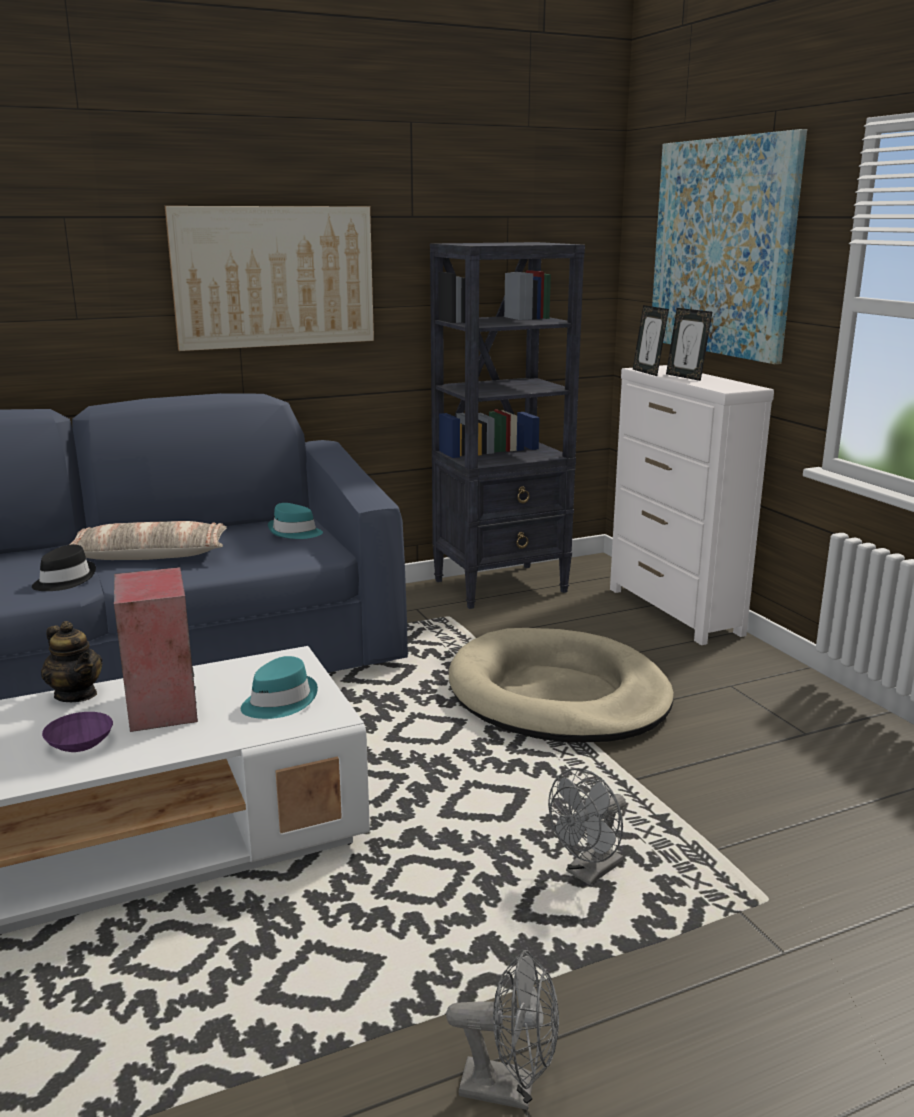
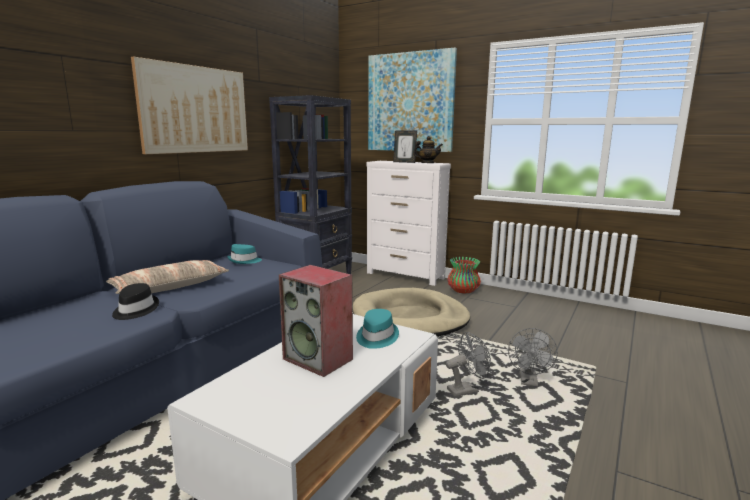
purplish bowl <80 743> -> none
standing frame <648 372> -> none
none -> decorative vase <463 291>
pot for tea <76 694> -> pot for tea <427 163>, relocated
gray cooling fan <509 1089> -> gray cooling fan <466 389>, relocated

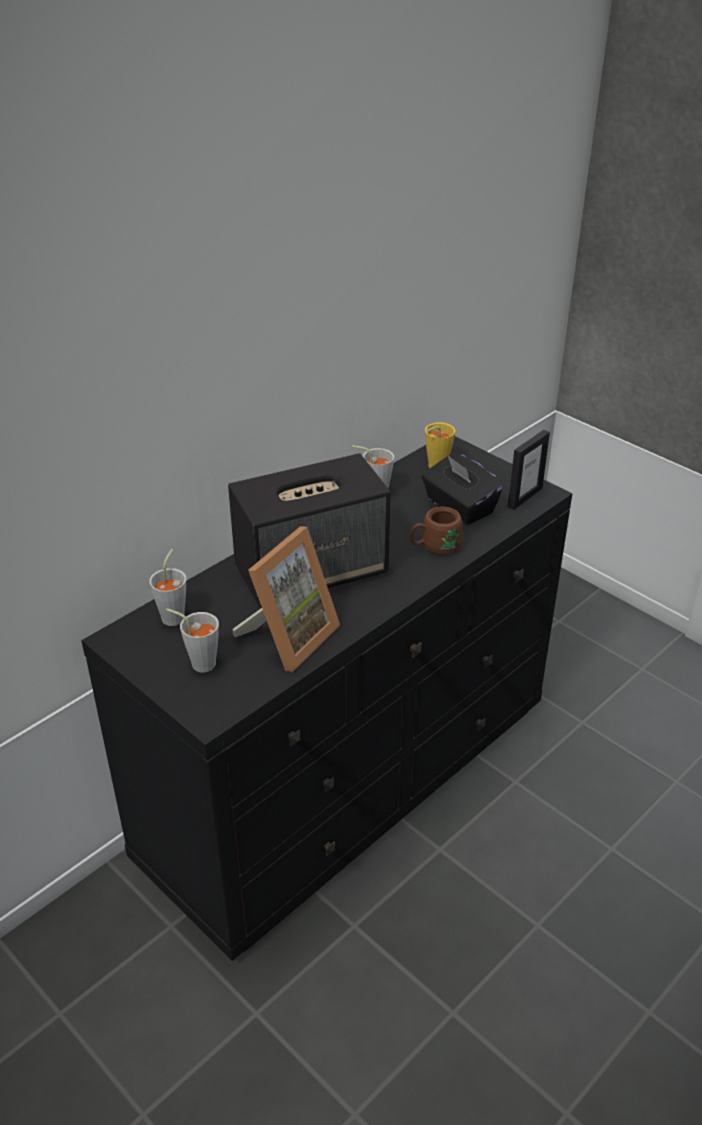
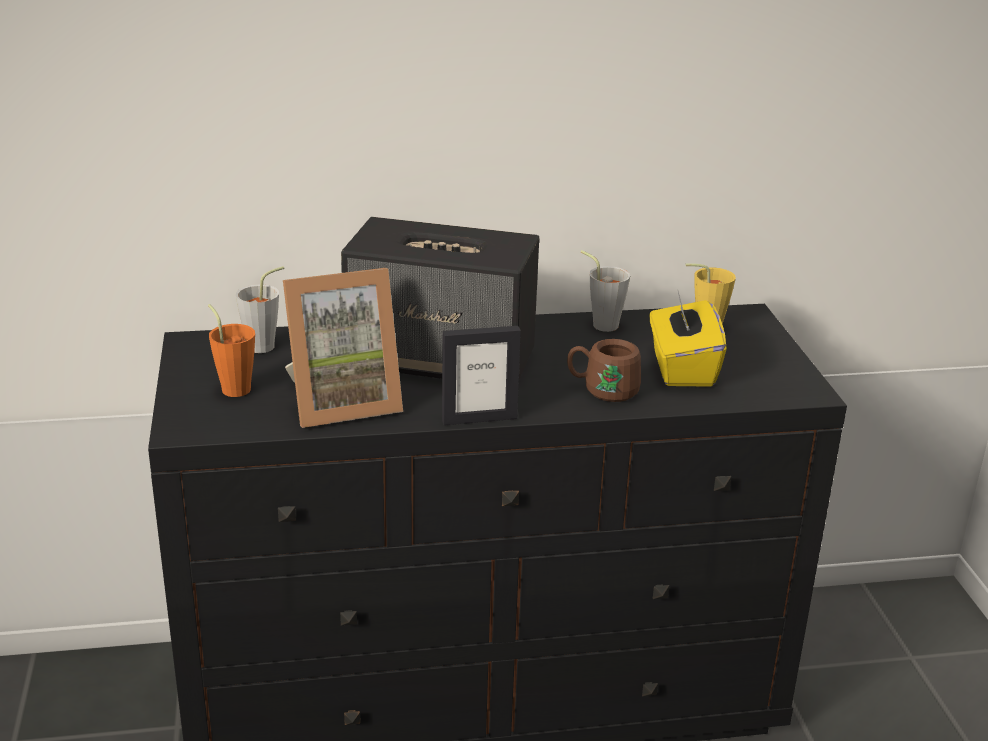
standing frame <524 497> -> standing frame <479 419>, relocated
gray cup <198 662> -> orangey cup <233 387>
blackish box of tissues <459 507> -> yellow-coloured box of tissues <681 368>

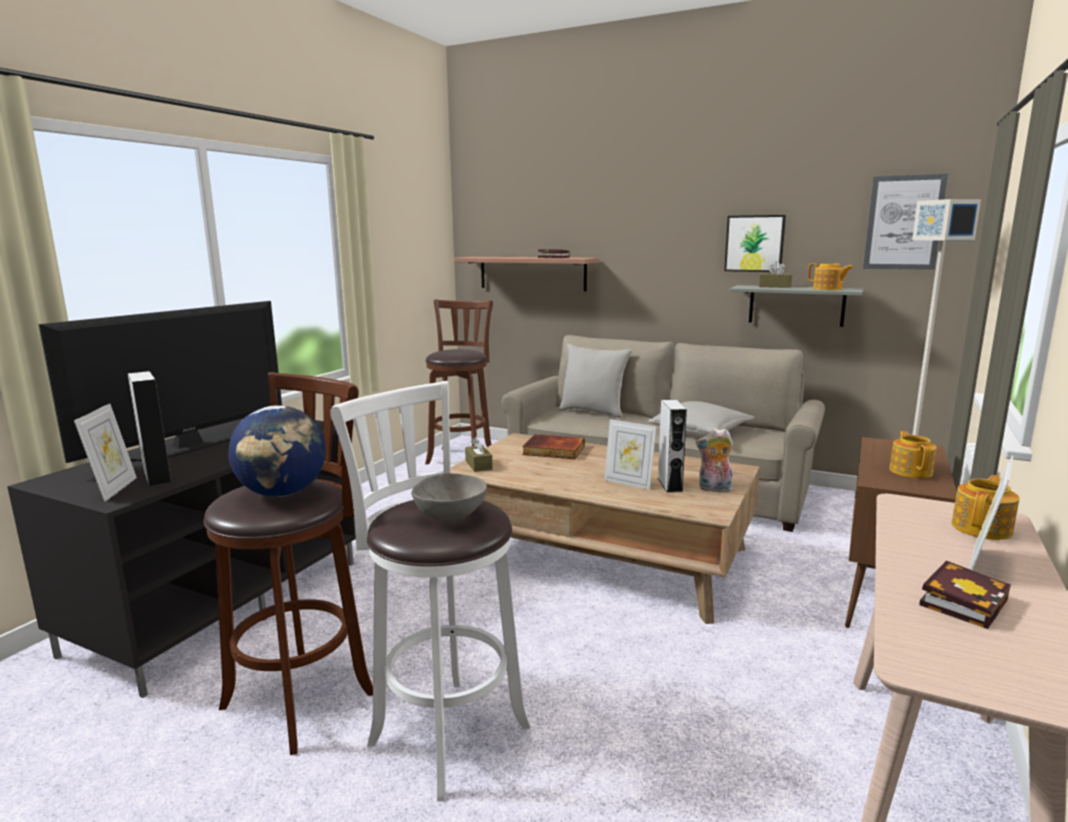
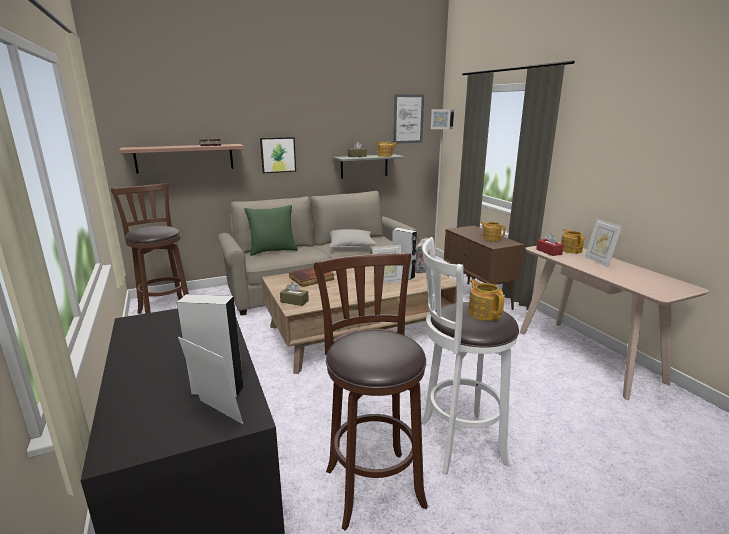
TV set <188 446> -> none
desk globe <283 493> -> none
bound book <962 600> -> none
none -> red box of tissues <549 252>
wall art <754 243> -> wall art <278 155>, relocated
gray bowl <450 517> -> pot for tea <484 313>
gray pillow <593 412> -> green-coloured pillow <273 251>

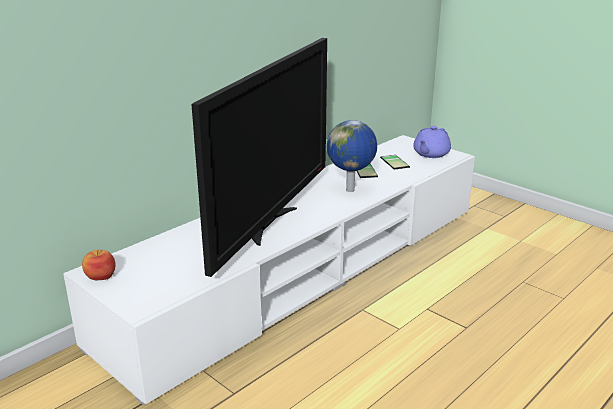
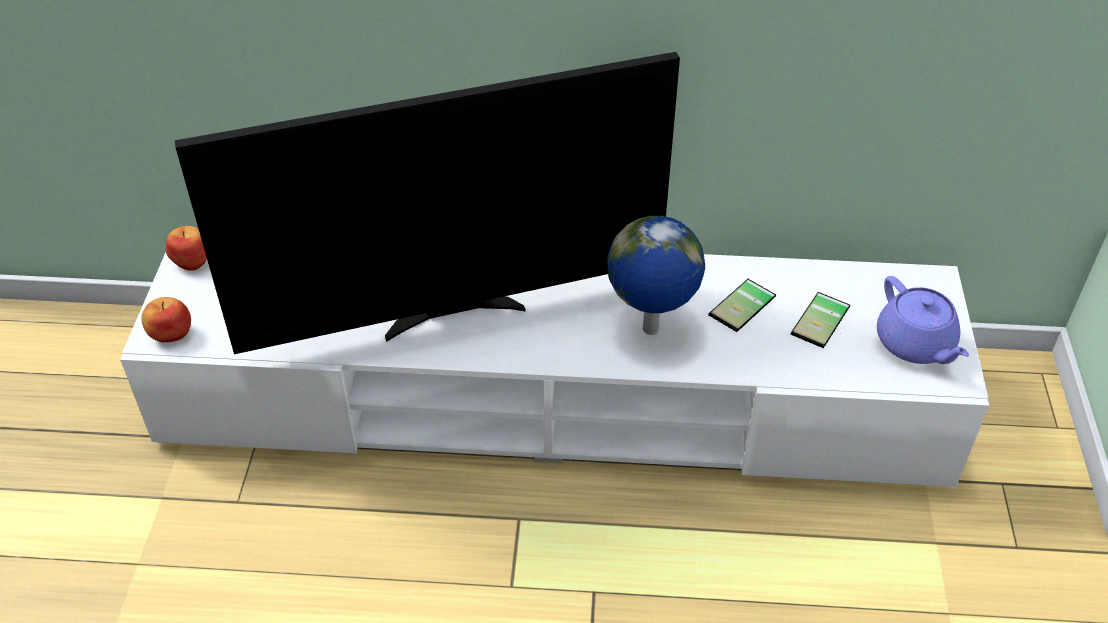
none -> apple <171 333>
purplish pot for tea <430 154> -> purplish pot for tea <915 344>, 105 degrees counterclockwise

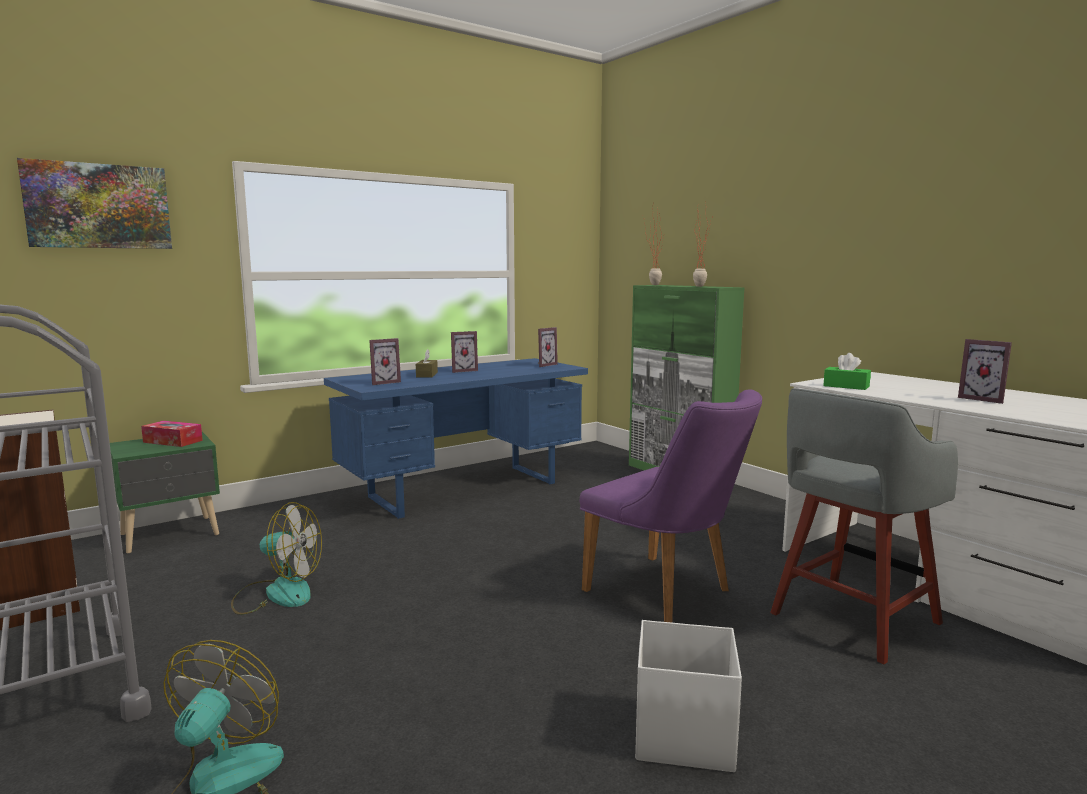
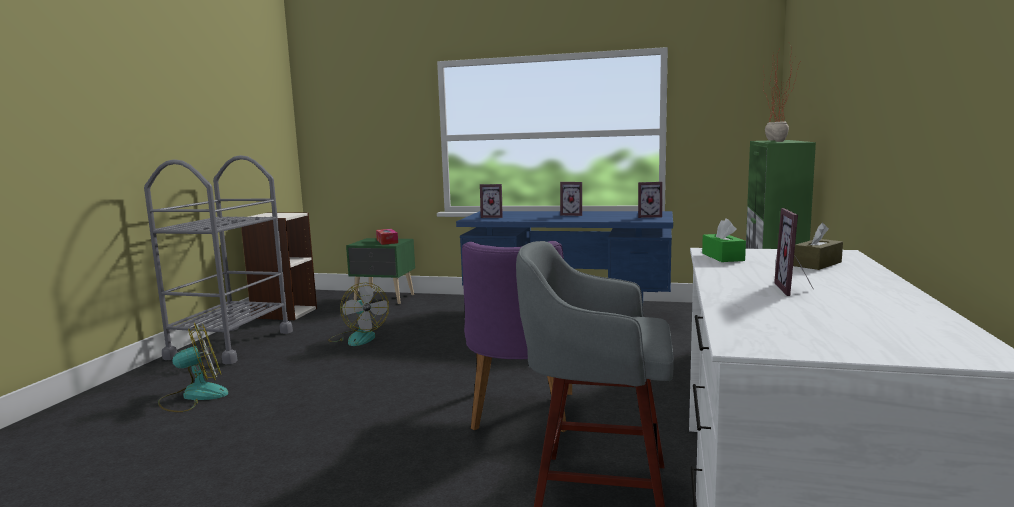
wall art <98 206> -> none
whitish storage box <682 735> -> none
brown-coloured box of tissues <427 375> -> brown-coloured box of tissues <817 264>, relocated

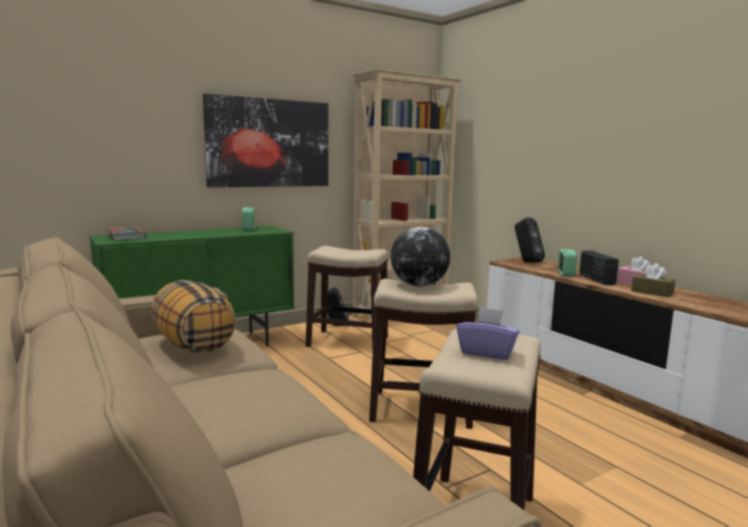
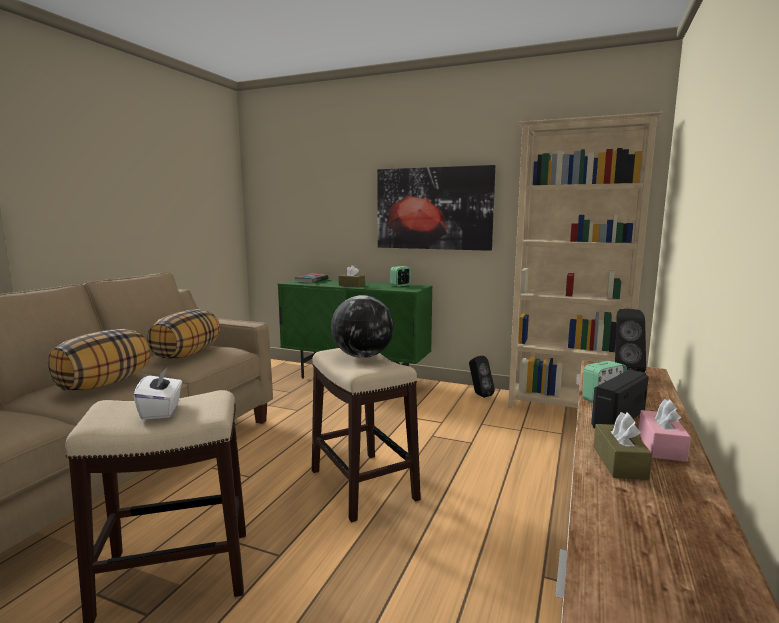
sitting stool <348 341> -> none
none -> pillow <104 384>
none -> brown-coloured box of tissues <351 285>
purplish box of tissues <487 352> -> whitish box of tissues <161 410>

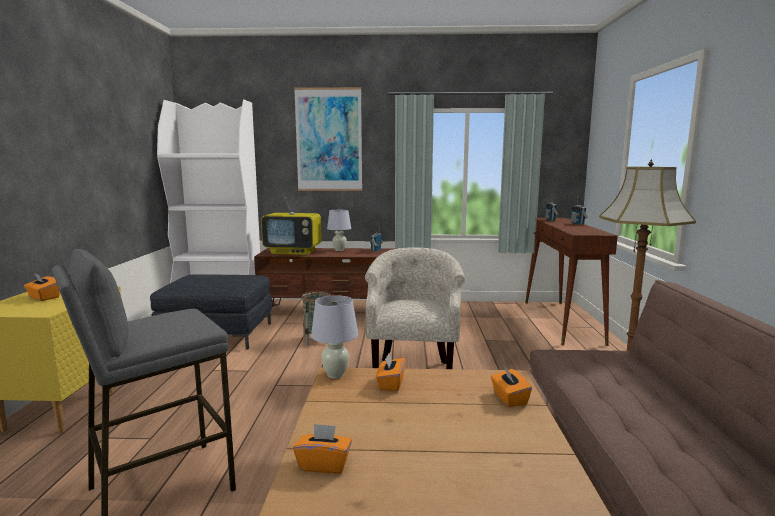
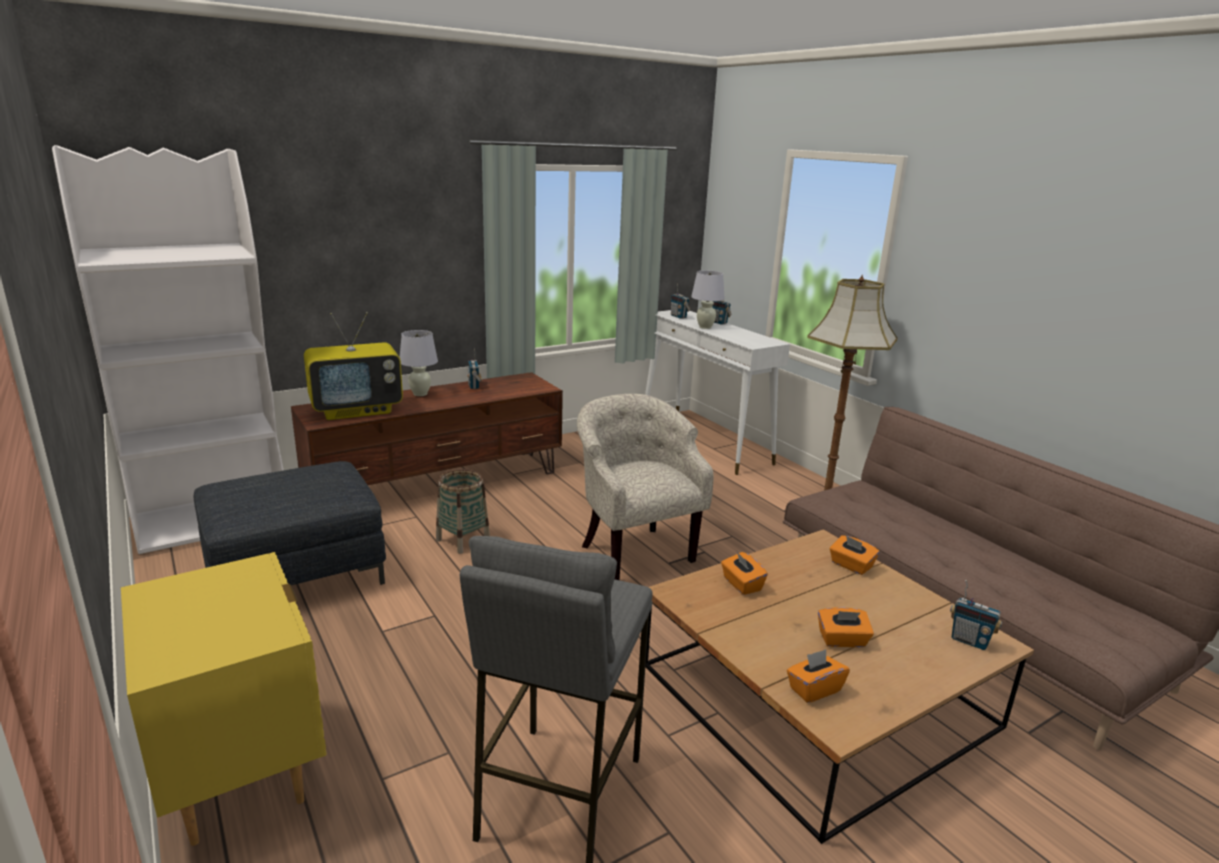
wall art <329 140> -> none
none -> radio receiver <969 641>
orangey box of tissues <43 297> -> orangey box of tissues <842 640>, relocated
whitish table lamp <336 374> -> whitish table lamp <705 327>, relocated
brown-coloured console table <561 321> -> whitish console table <704 442>

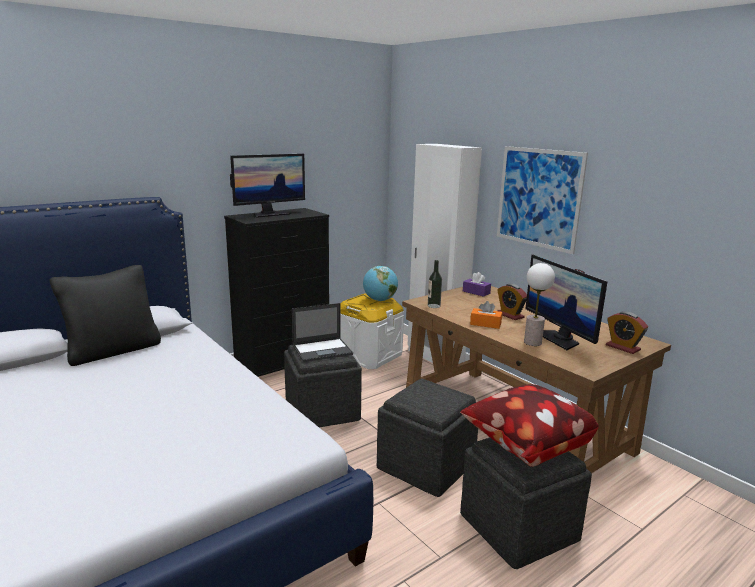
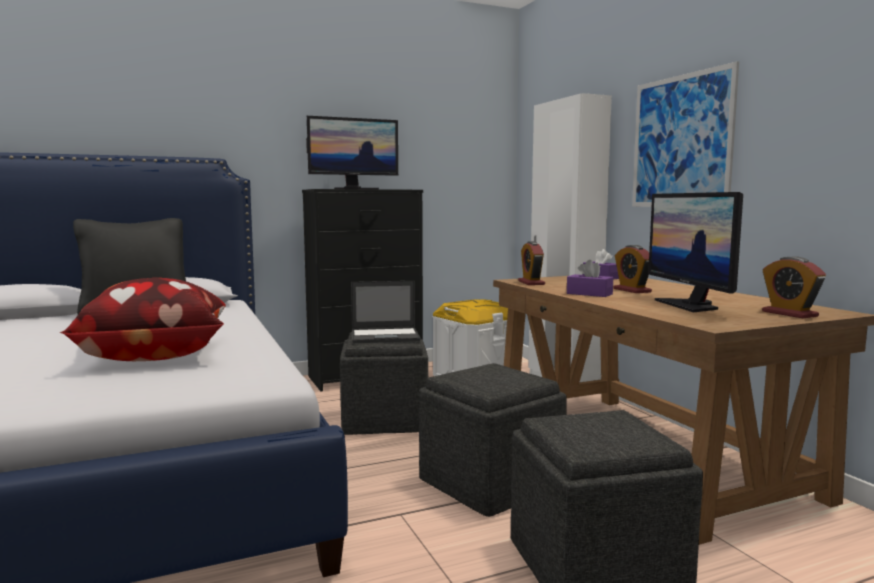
desk globe <380 300> -> none
table lamp <532 342> -> none
pillow <525 446> -> pillow <154 356>, relocated
drink bottle <433 306> -> bedside clock <531 283>
orangey box of tissues <485 324> -> purplish box of tissues <589 294>

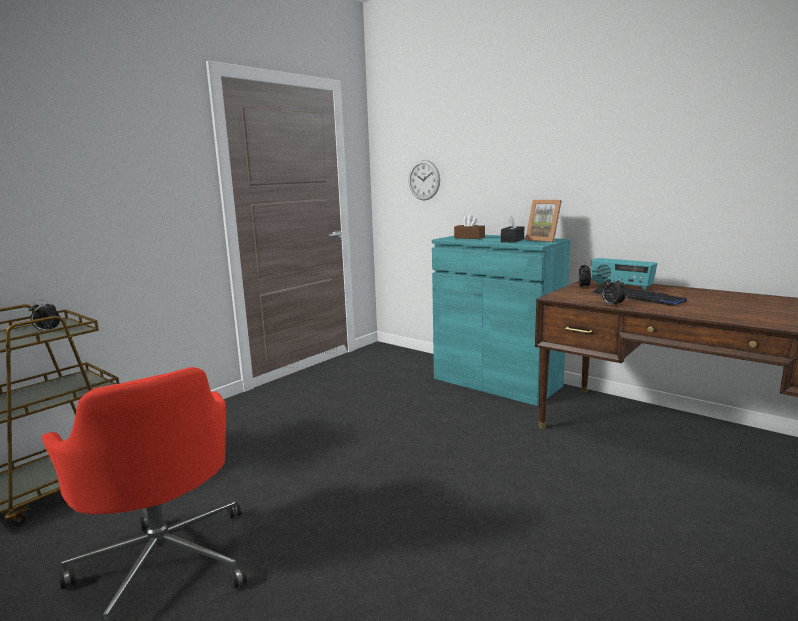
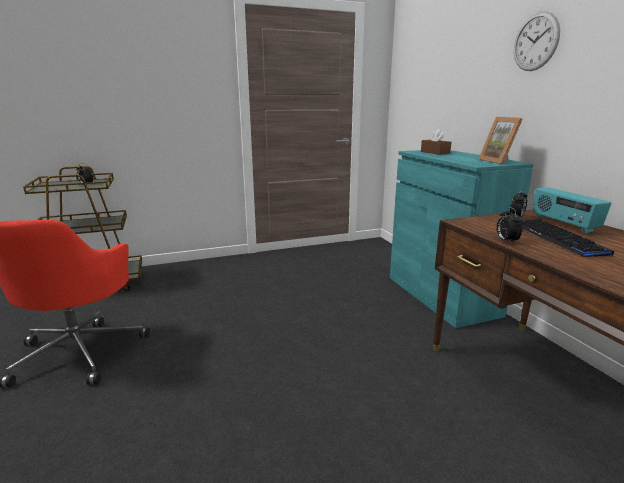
blackish box of tissues <512 240> -> none
wall clock <424 180> -> wall clock <535 42>, relocated

